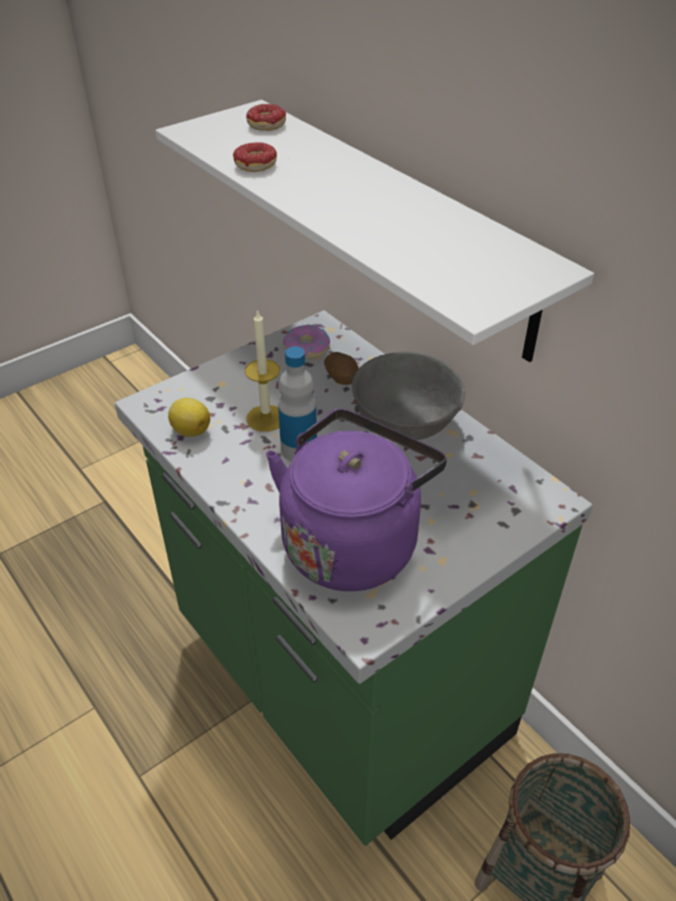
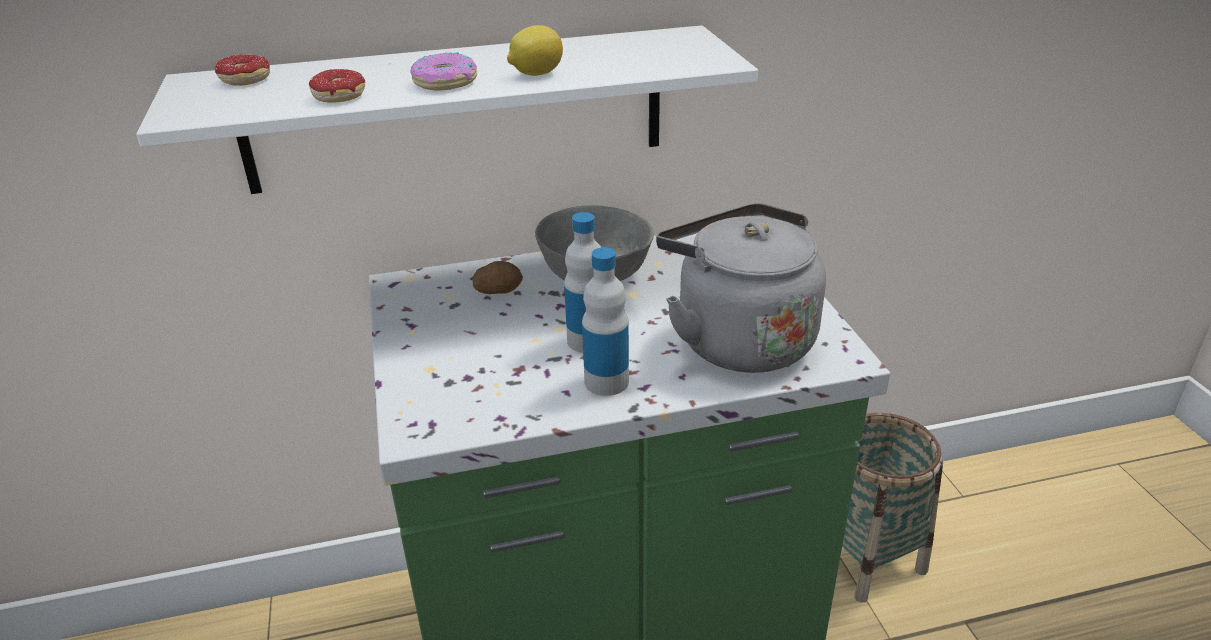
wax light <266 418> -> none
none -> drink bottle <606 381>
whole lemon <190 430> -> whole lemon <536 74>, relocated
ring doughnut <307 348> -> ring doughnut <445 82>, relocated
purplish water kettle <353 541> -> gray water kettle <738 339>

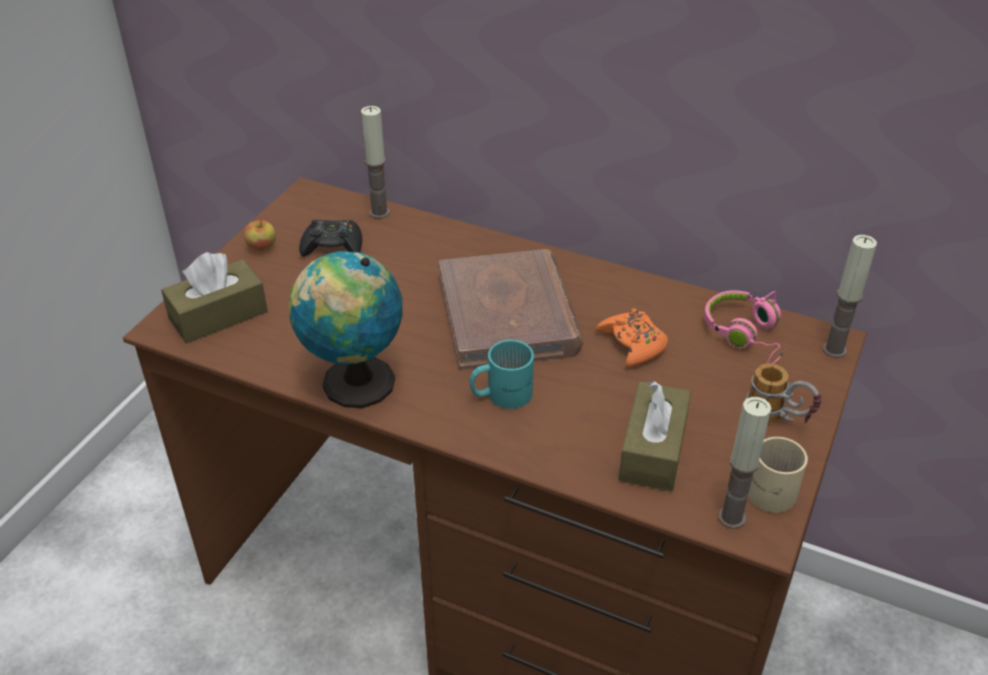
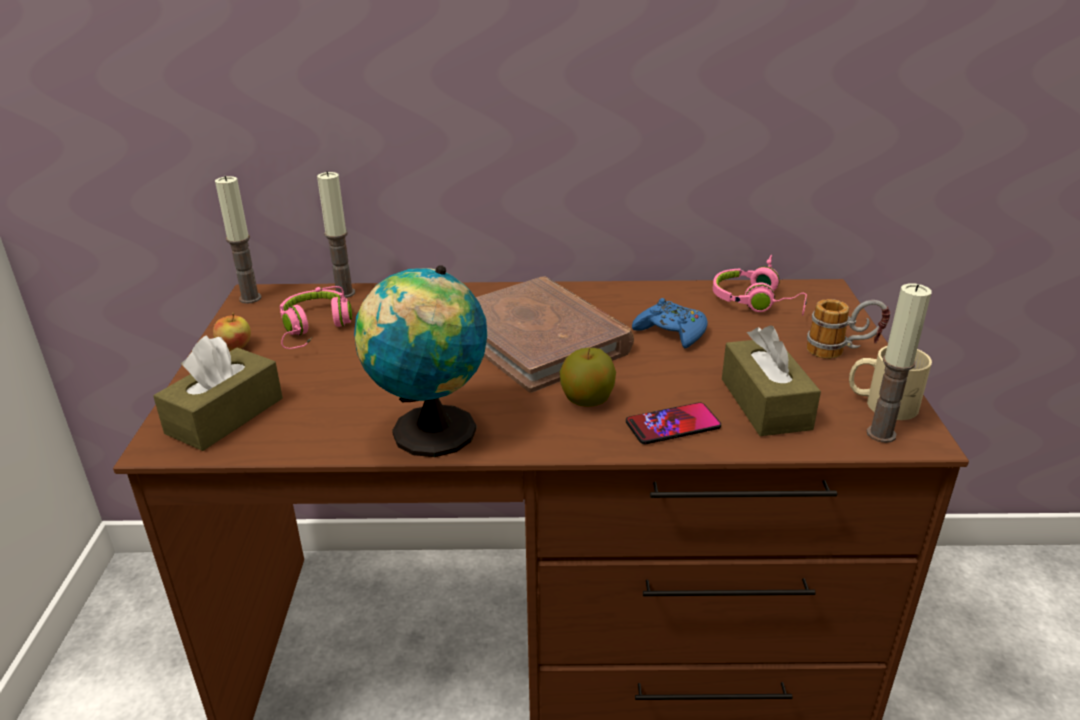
none -> phone <673 425>
wax light <834 350> -> wax light <250 298>, relocated
blackish gamepad <332 246> -> pinkish headphones <315 328>
turquoise coffee mug <501 393> -> apple <587 400>
orangey gamepad <633 344> -> blue gamepad <671 332>

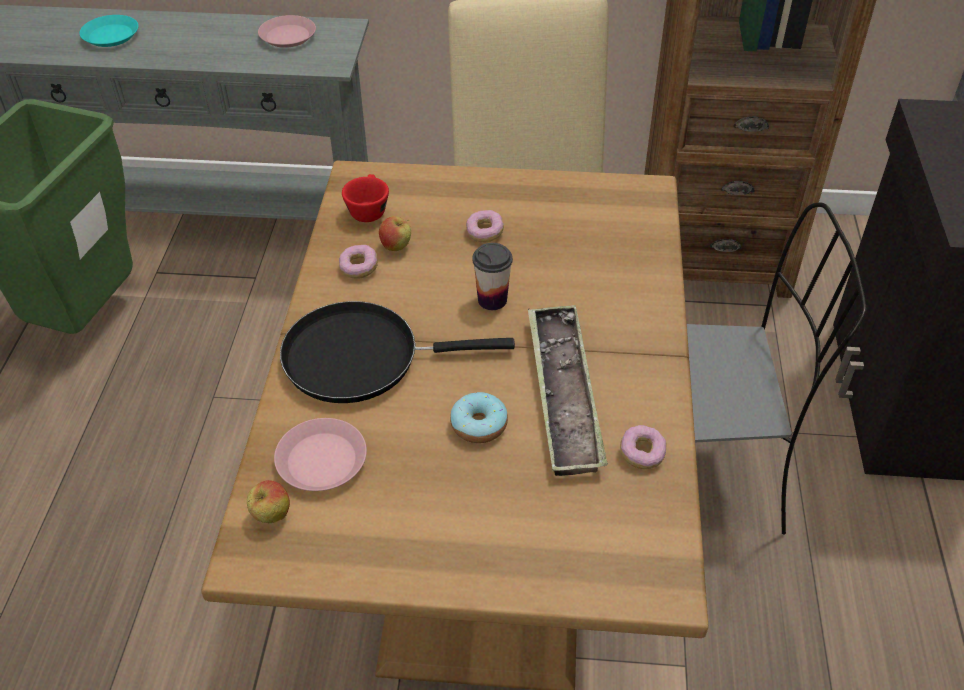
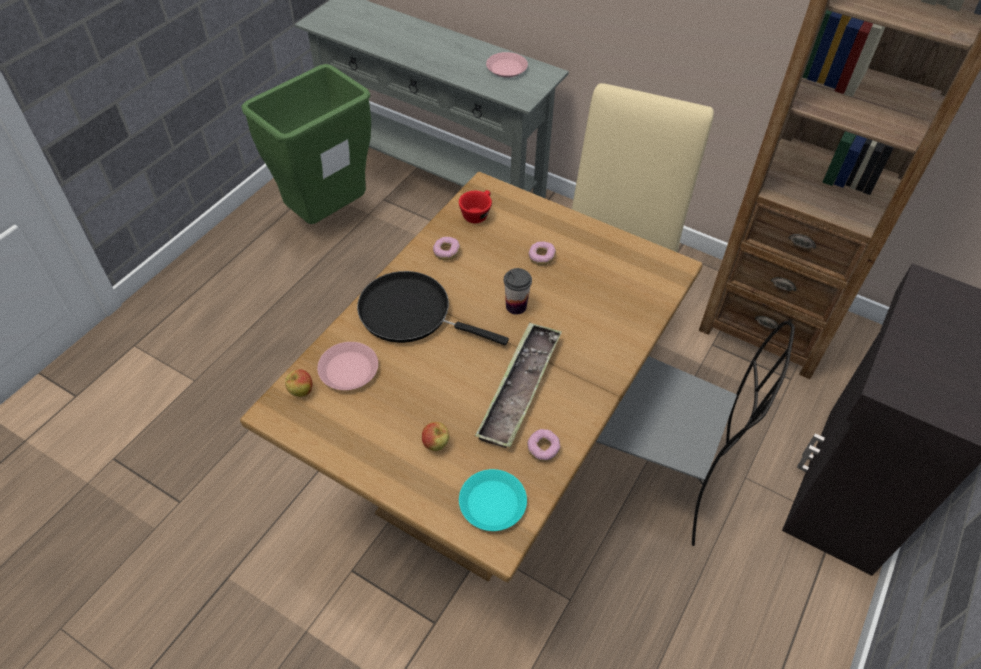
ring doughnut <479 425> -> none
turquoise flat dish <111 36> -> turquoise flat dish <492 504>, relocated
apple <396 247> -> apple <436 444>, relocated

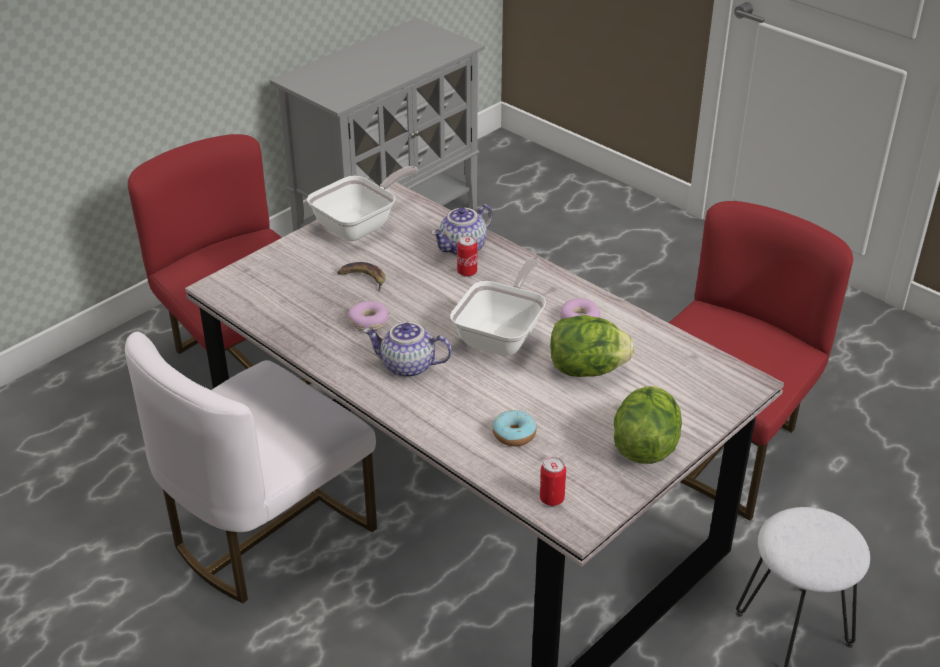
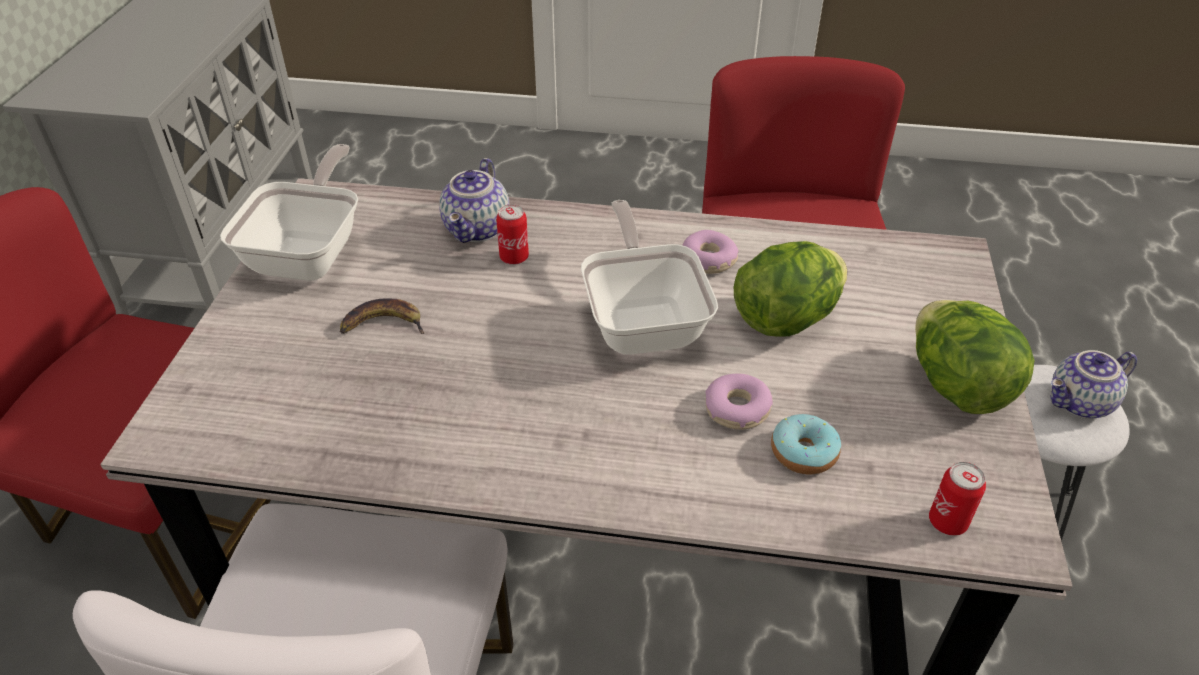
ring doughnut <369 322> -> ring doughnut <737 410>, relocated
pot for tea <407 367> -> pot for tea <1080 404>, relocated

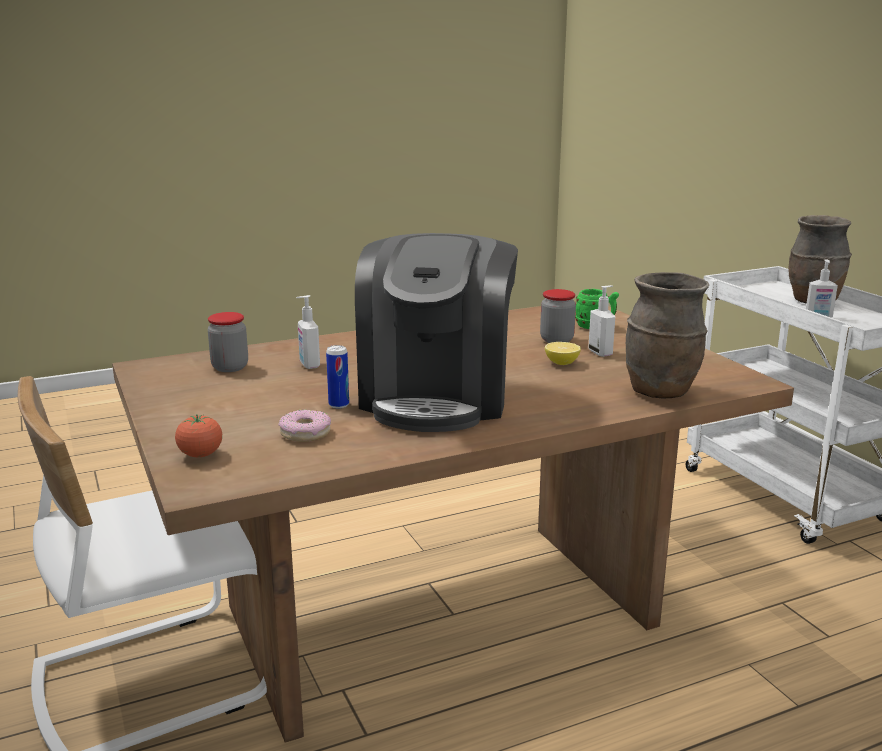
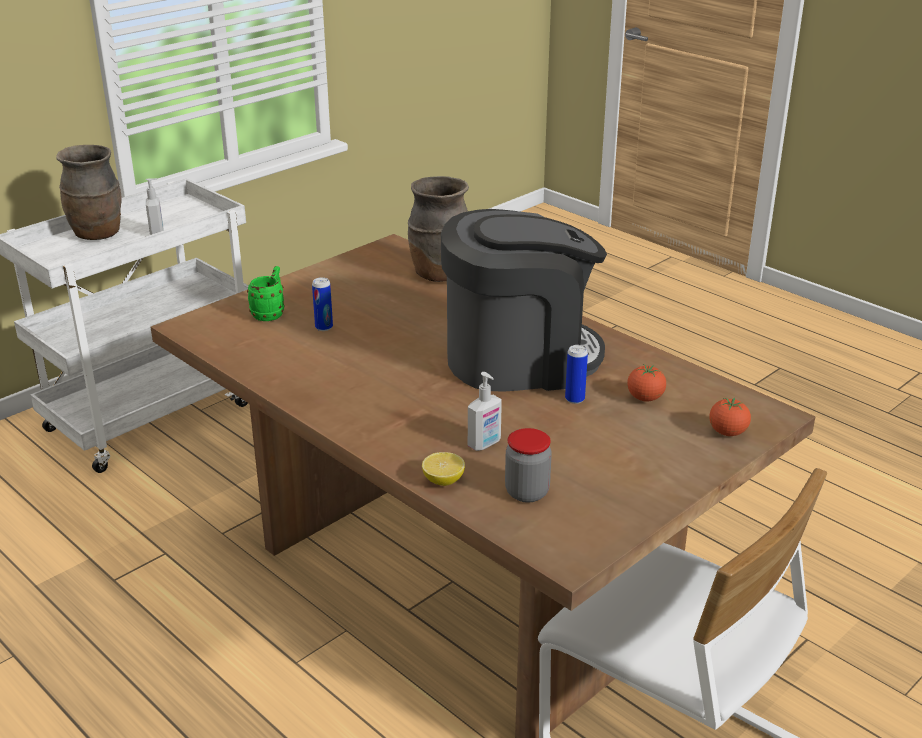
soap bottle <601 352> -> none
whole lemon <561 363> -> whole lemon <443 481>, relocated
ring doughnut <305 433> -> whole tomato <645 398>
preserve jar <556 340> -> sealed can <324 327>

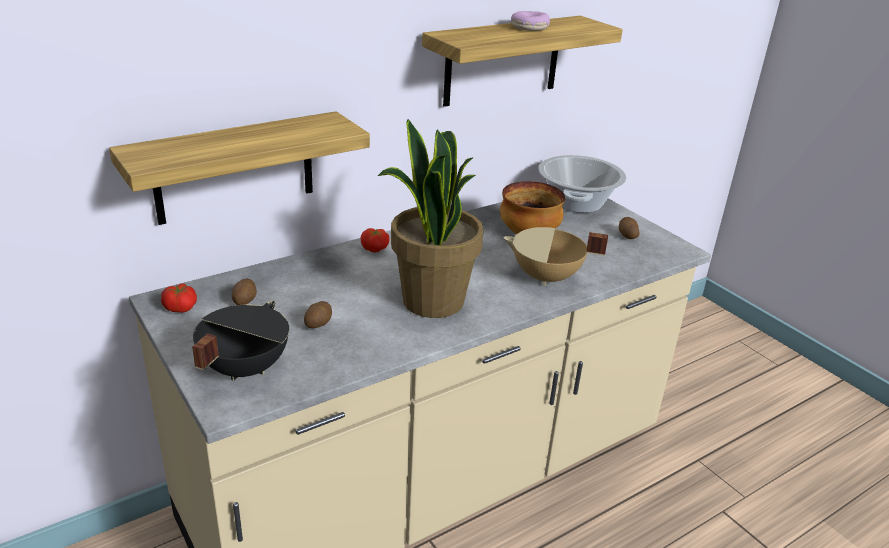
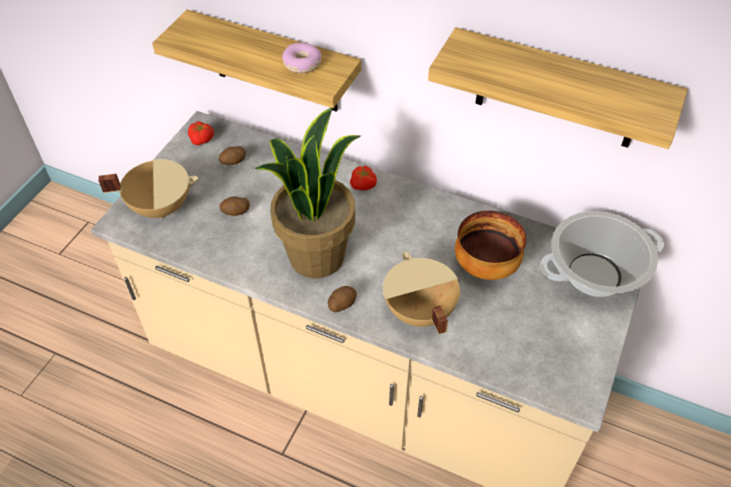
ring doughnut <529 28> -> ring doughnut <302 64>, relocated
whole potato <627 235> -> whole potato <341 304>, relocated
blackish cooking pot <243 368> -> beige-coloured cooking pot <160 206>

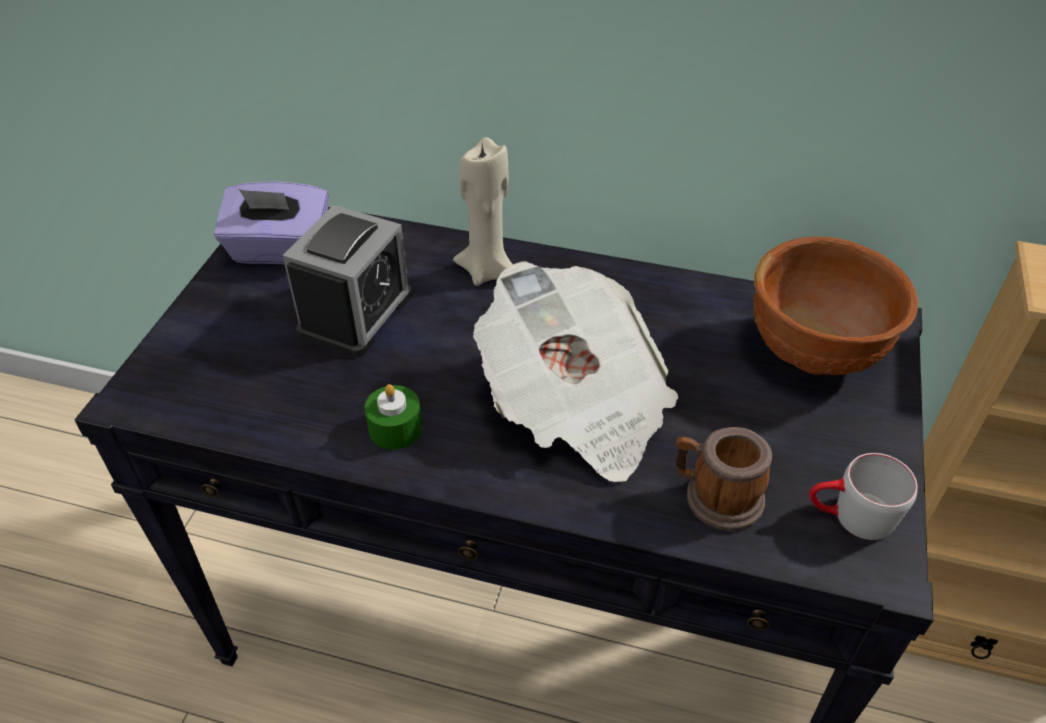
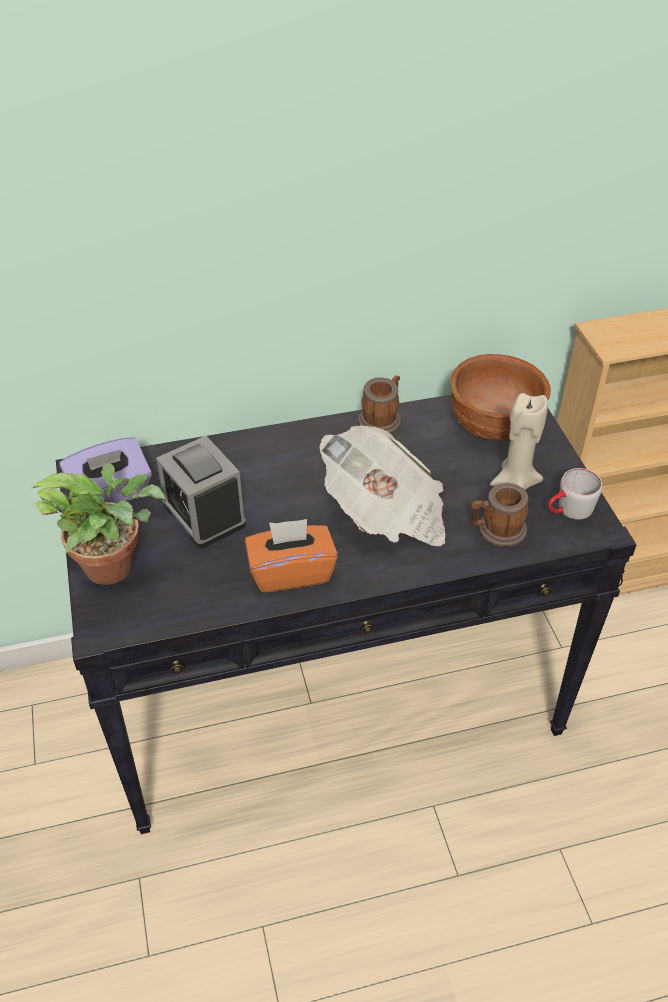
none -> houseplant <116 566>
none -> coffee mug <382 419>
beige-coloured wax light <487 270> -> beige-coloured wax light <514 483>, relocated
green-coloured wax light <395 428> -> orangey box of tissues <291 572>
bedside clock <356 314> -> bedside clock <204 514>, 150 degrees clockwise

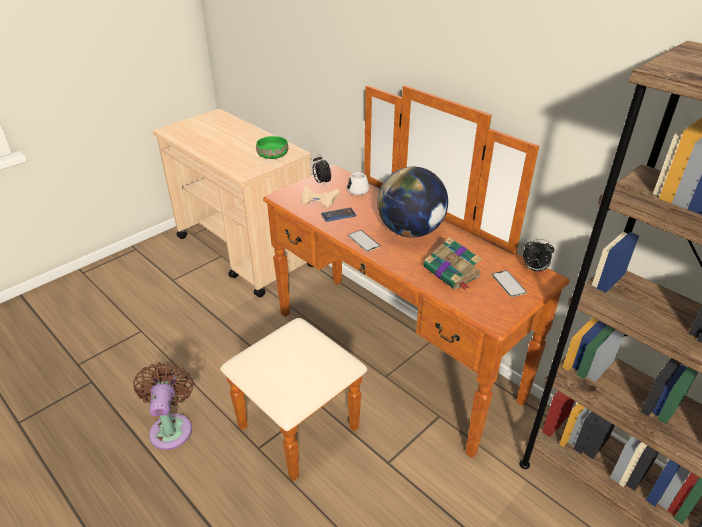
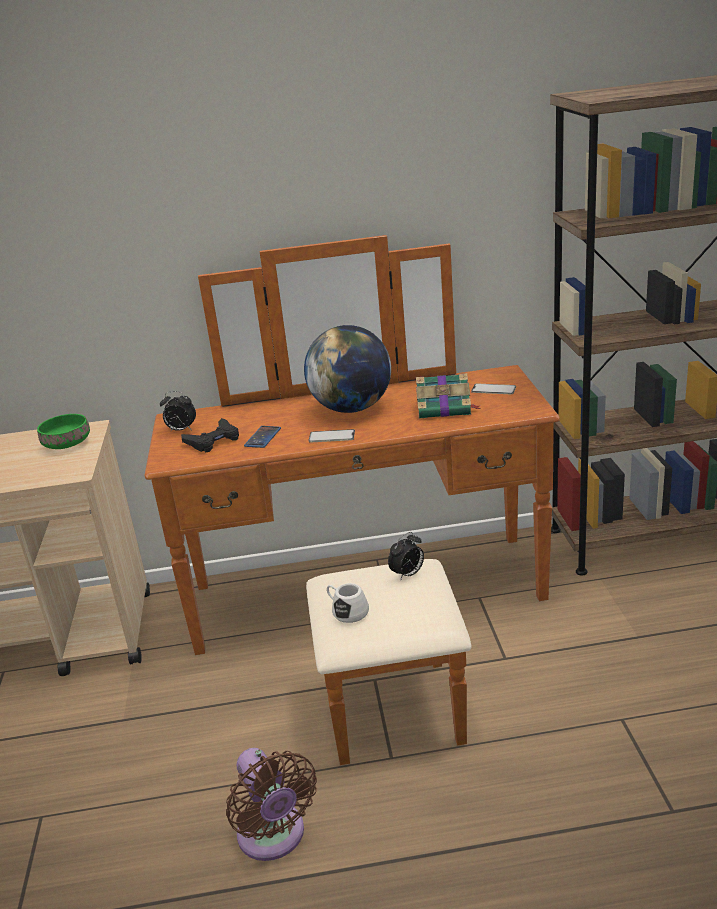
whitish coffee mug <358 189> -> whitish coffee mug <346 611>, relocated
bedside clock <534 269> -> bedside clock <408 574>, relocated
beige-coloured gamepad <319 199> -> blackish gamepad <213 440>
brown-coloured cooling fan <171 427> -> brown-coloured cooling fan <274 837>, 150 degrees counterclockwise

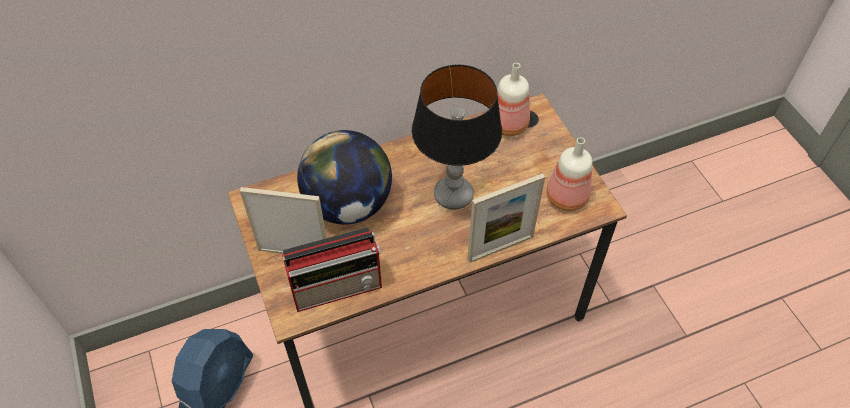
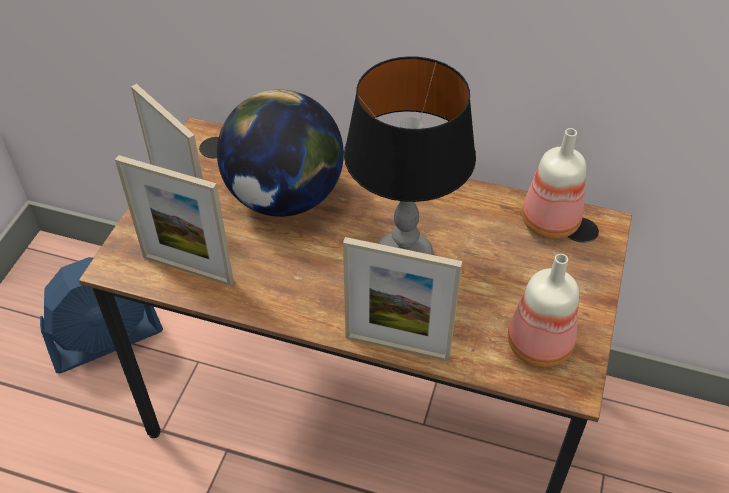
radio receiver <338 287> -> standing frame <188 269>

